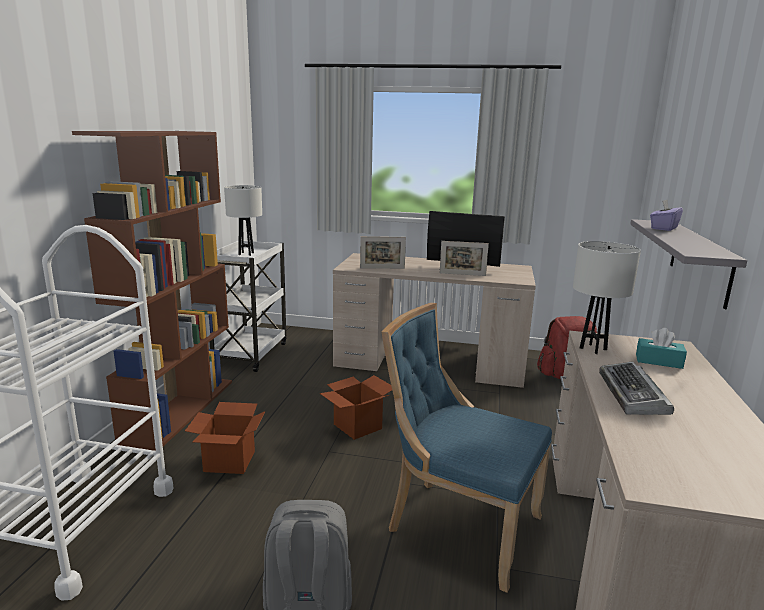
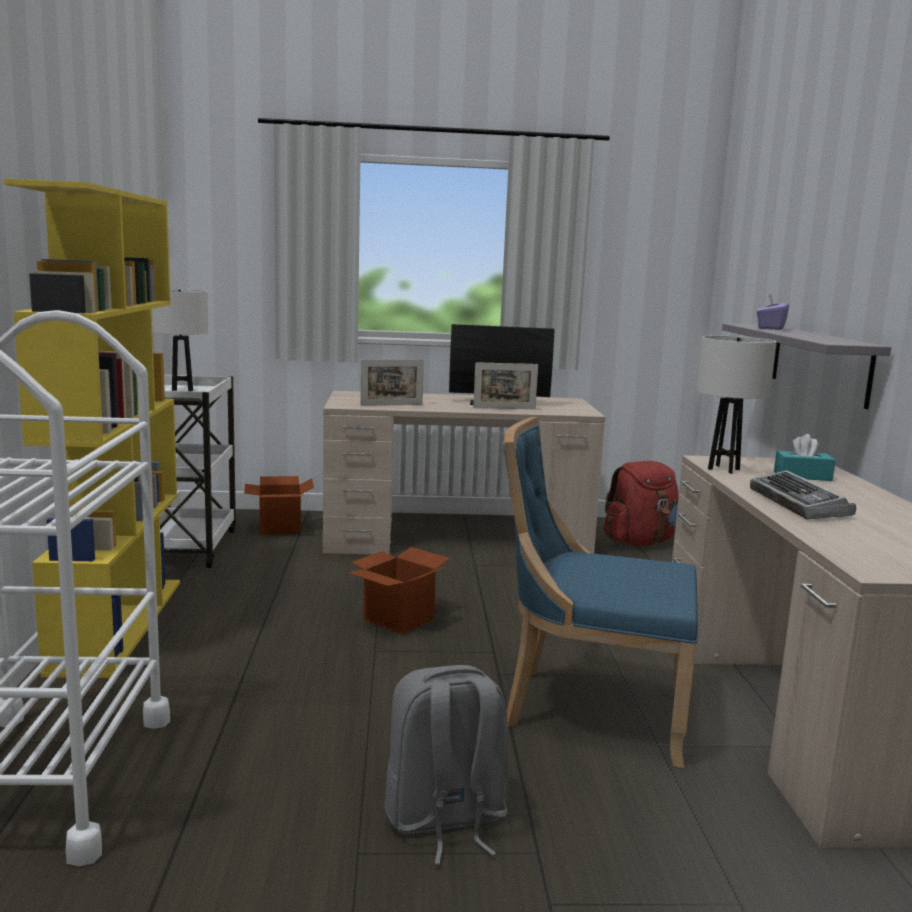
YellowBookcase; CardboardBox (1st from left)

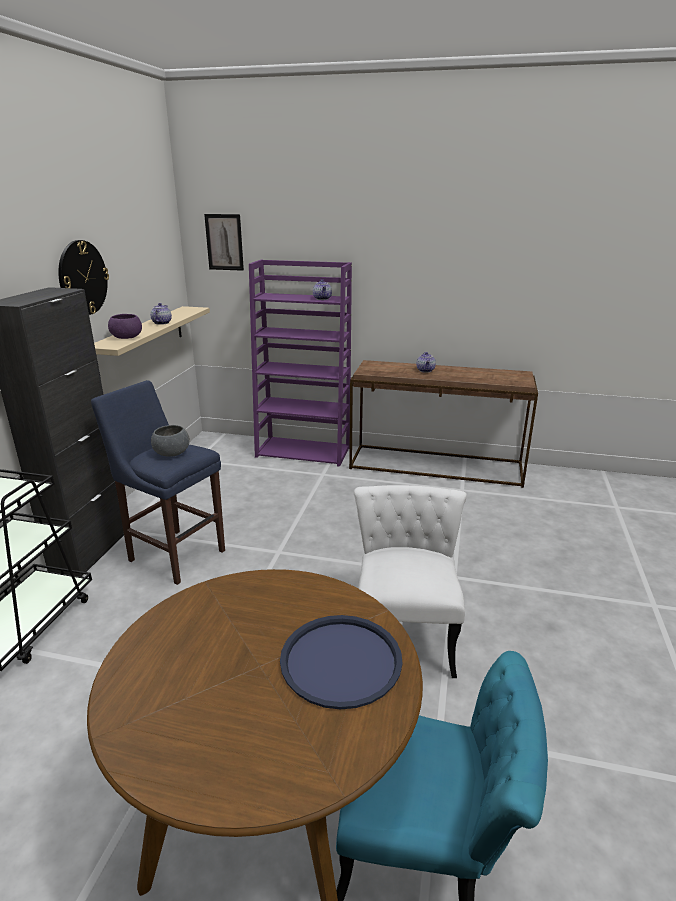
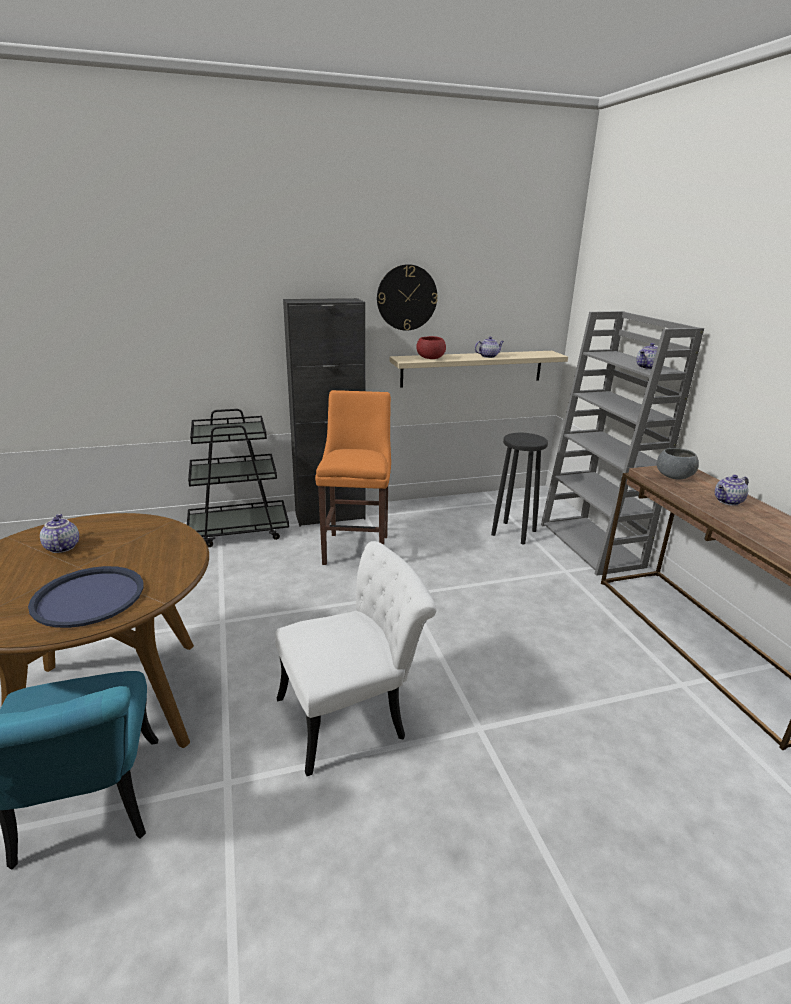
Teapot (1st from left); OrangeStool; RedBowl; BlackStool; GreyBookcase; GreyBowl; Picture

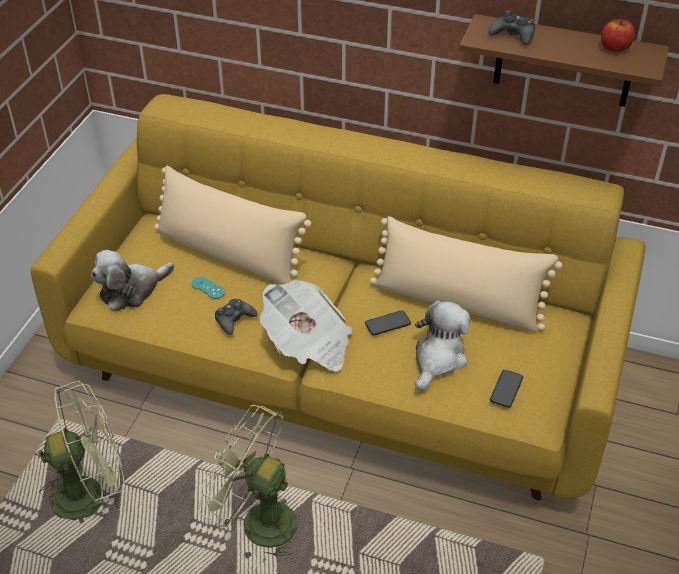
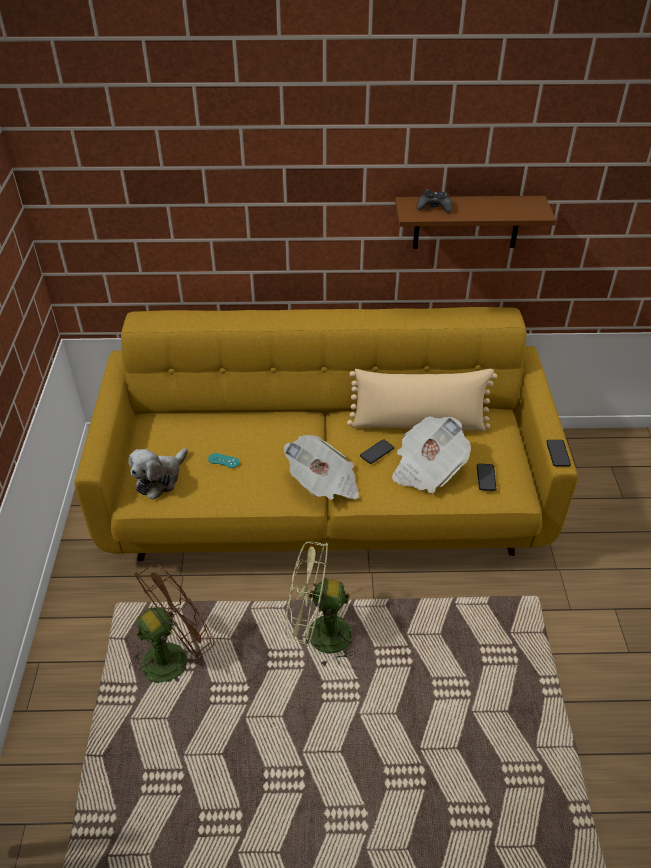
BrownFan; Newspaper (2nd from left); Phone (3rd from left); BeigePillow (1st from left in the first image); BlackGameController (1st from left in the first image); Apple

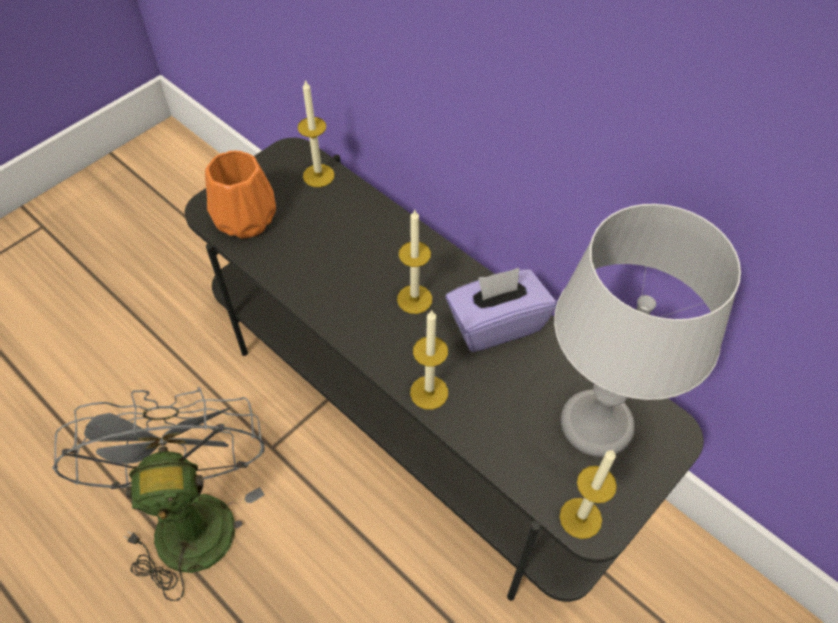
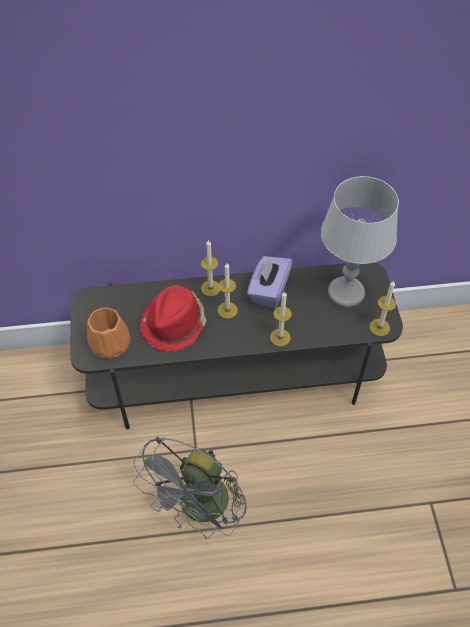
GreyFan; RedHat; Candle (1st from left)

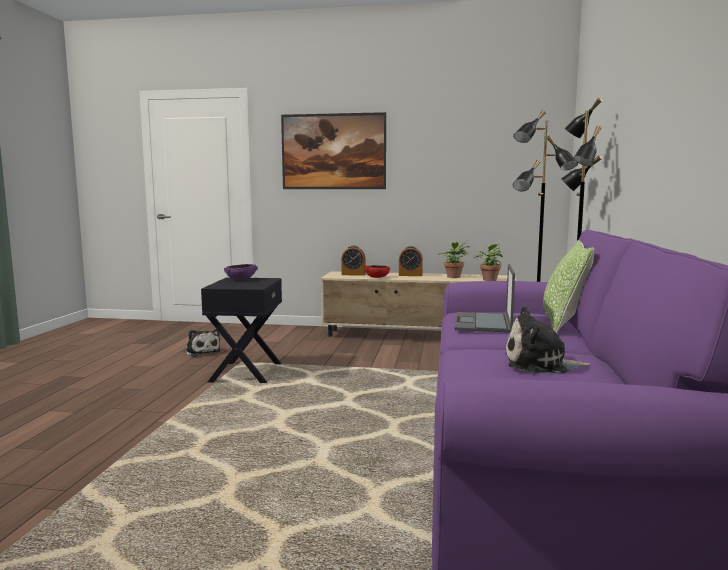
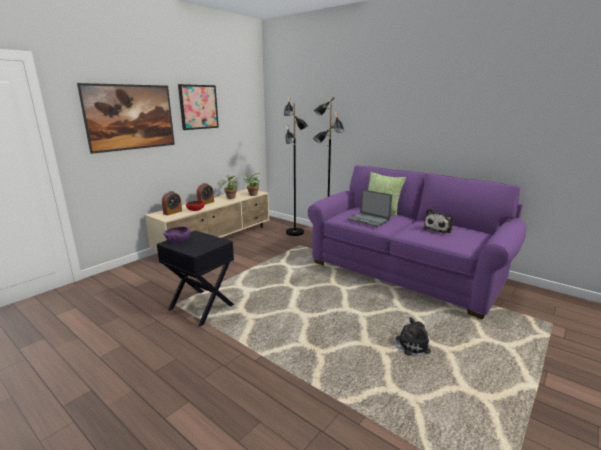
Picture (2nd from left); PlushToy (1st from left)

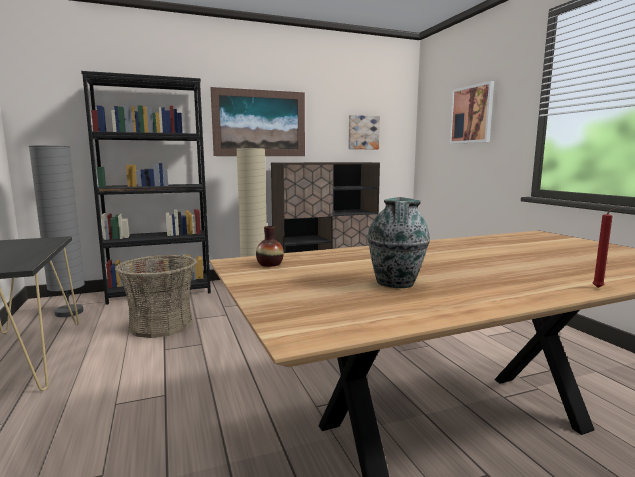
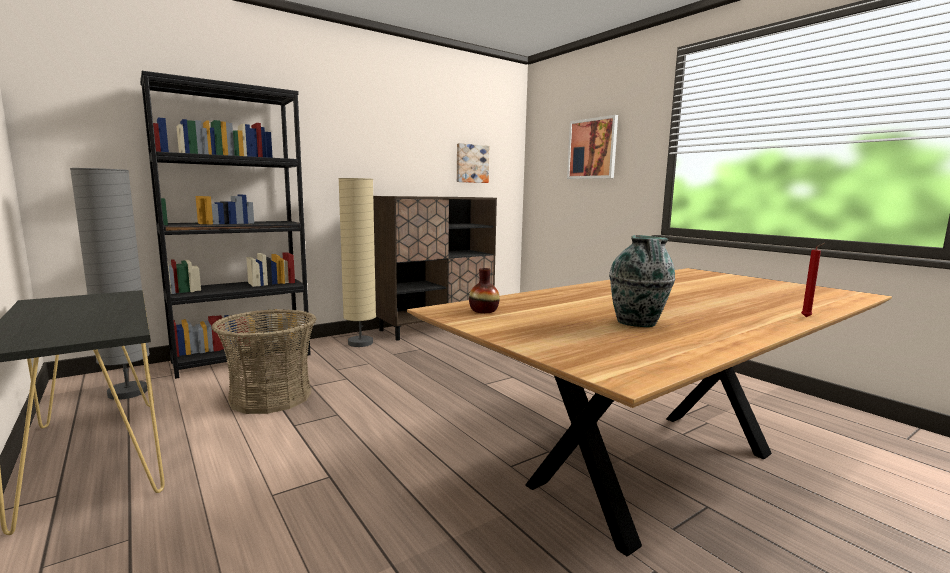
Picture (1st from left in the first image)

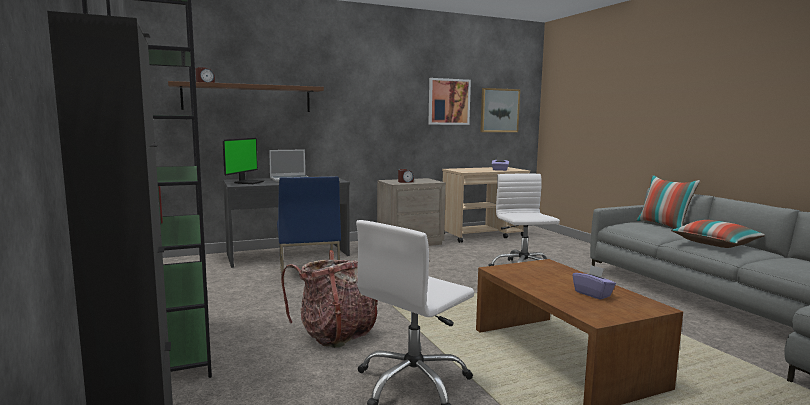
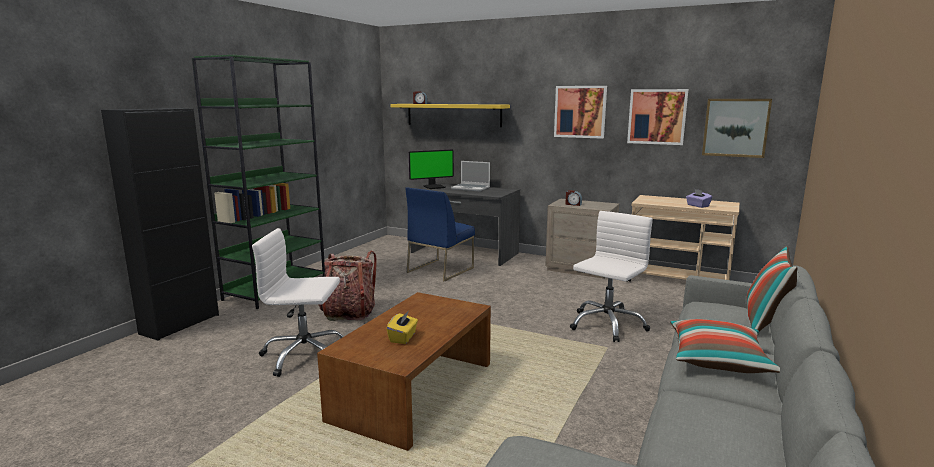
YellowTissueBox; YellowShelf; Picture (1st from left)

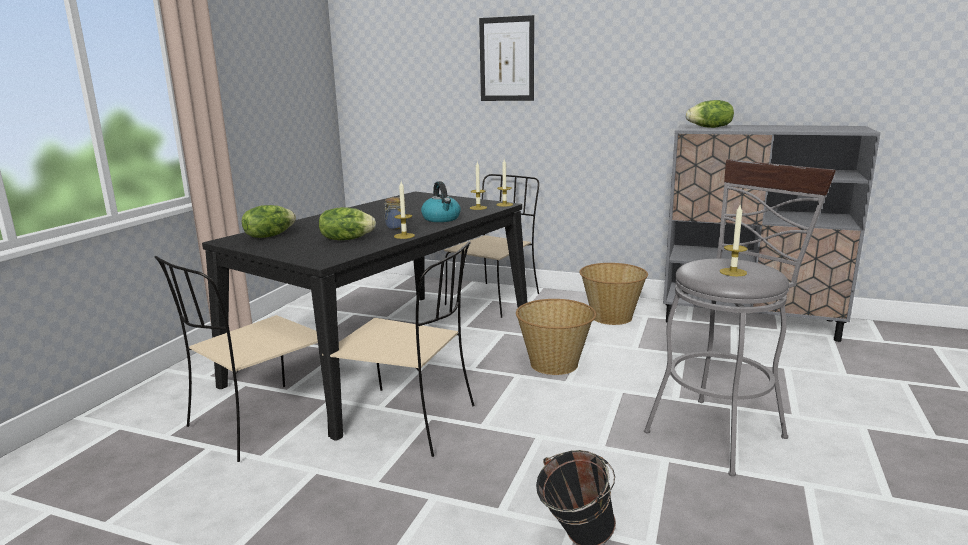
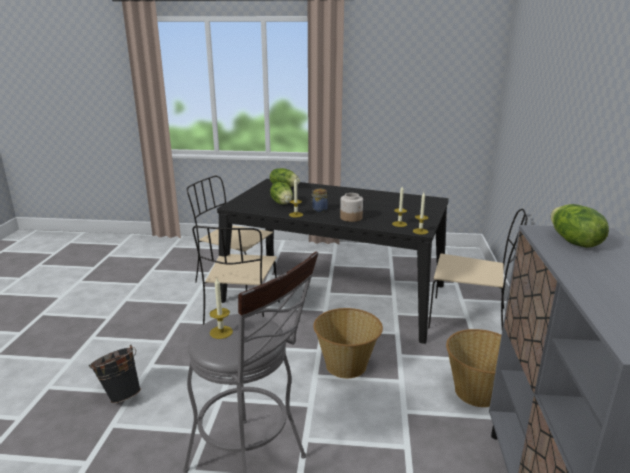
Jar (2nd from left); Picture

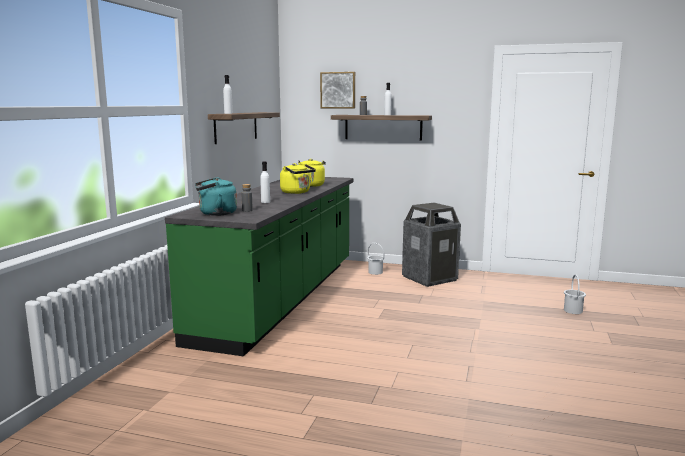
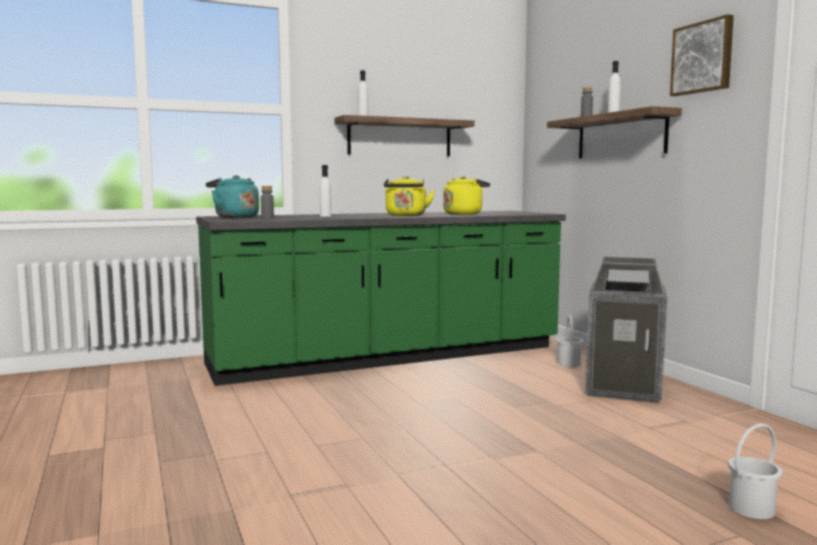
Picture

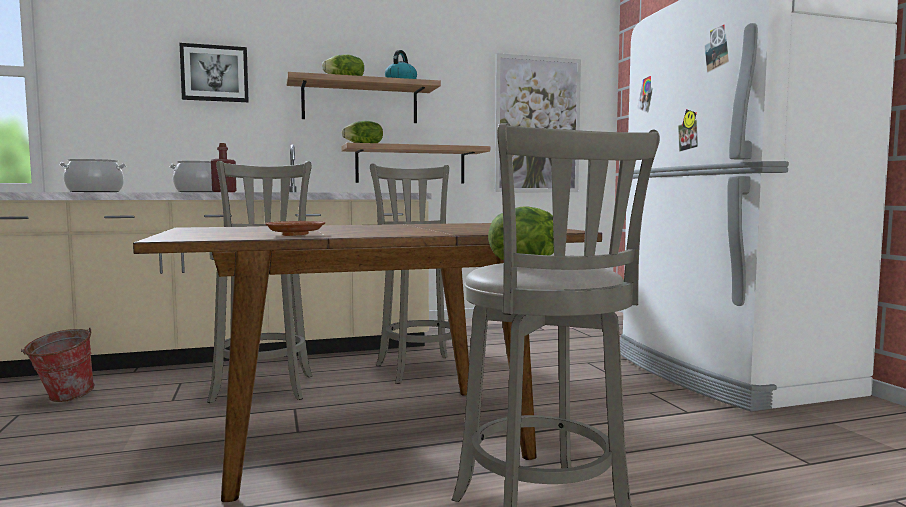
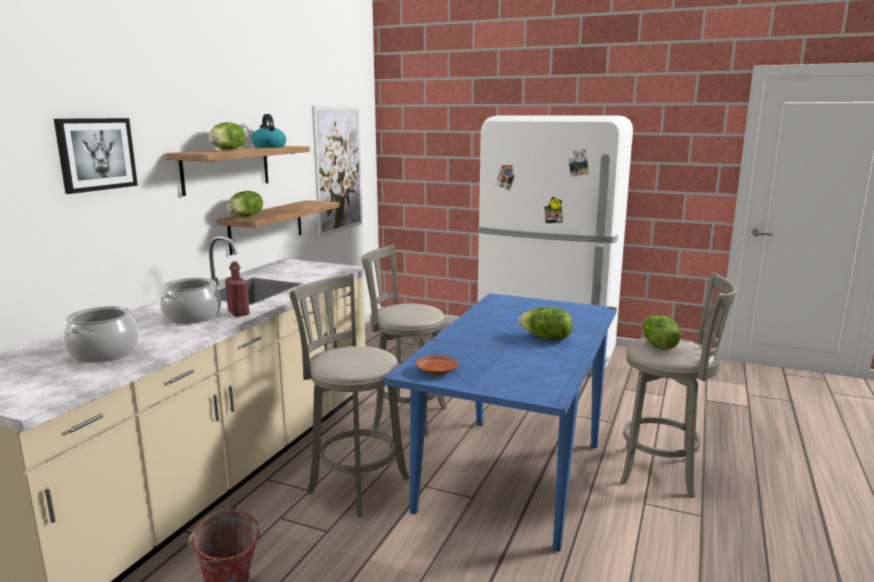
BlueDiningTable; BrownPlate; Lettuce (3rd from left)

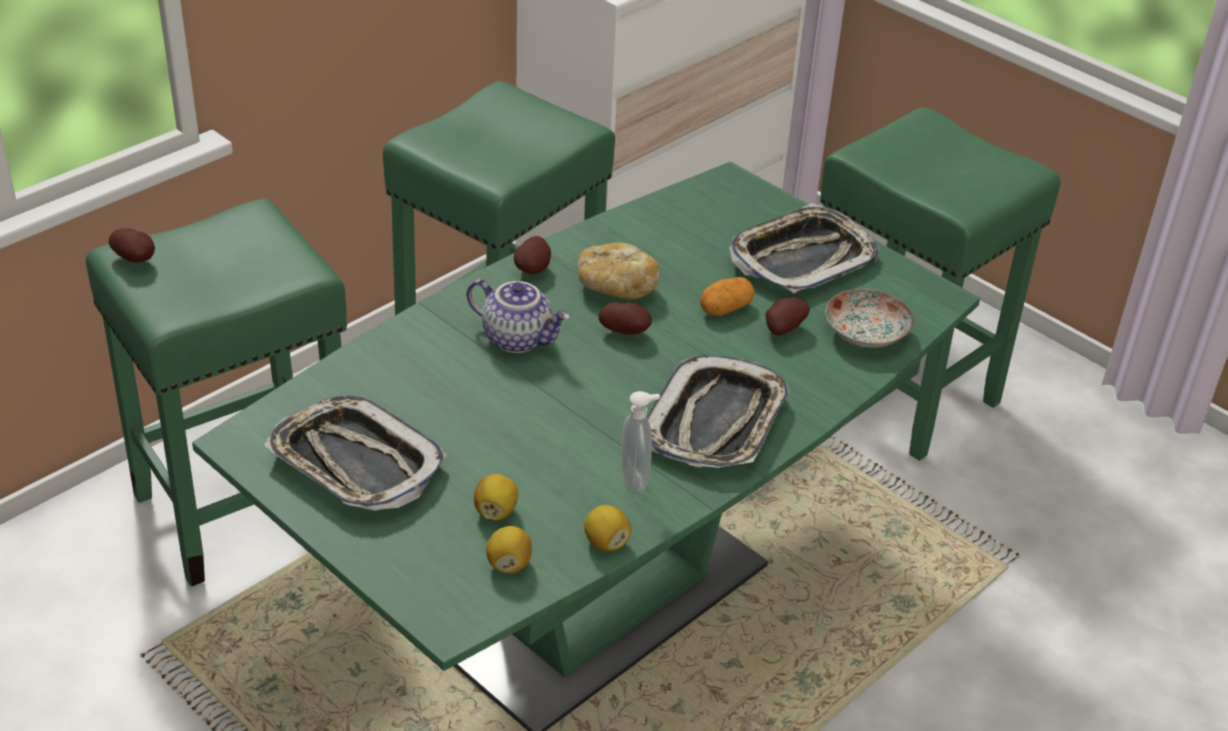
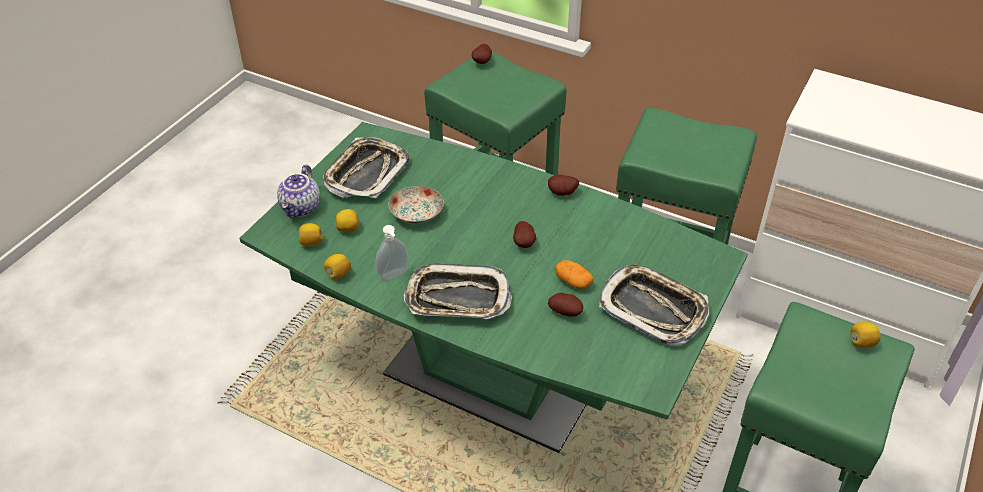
Teapot; Plate; Lemon (4th from left); Bread

